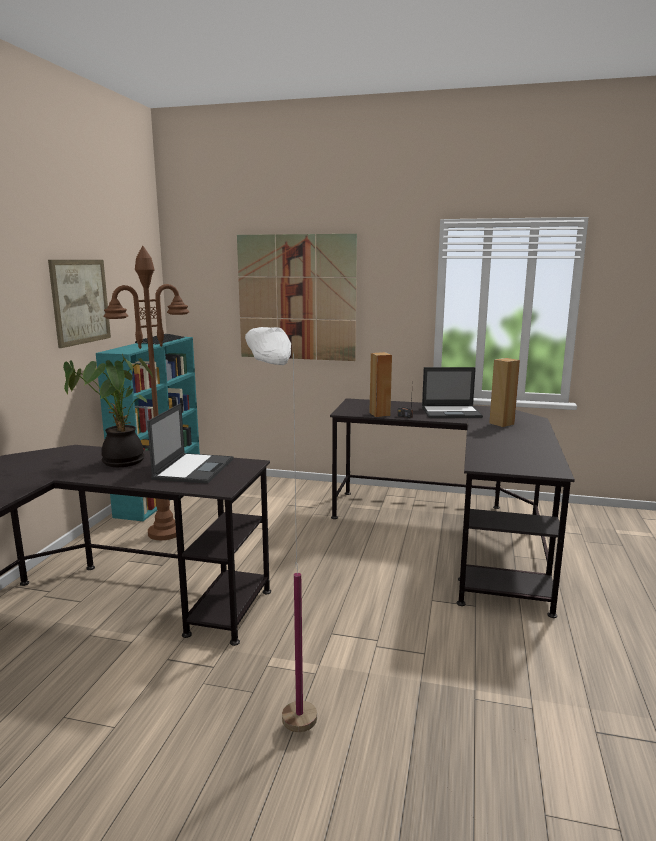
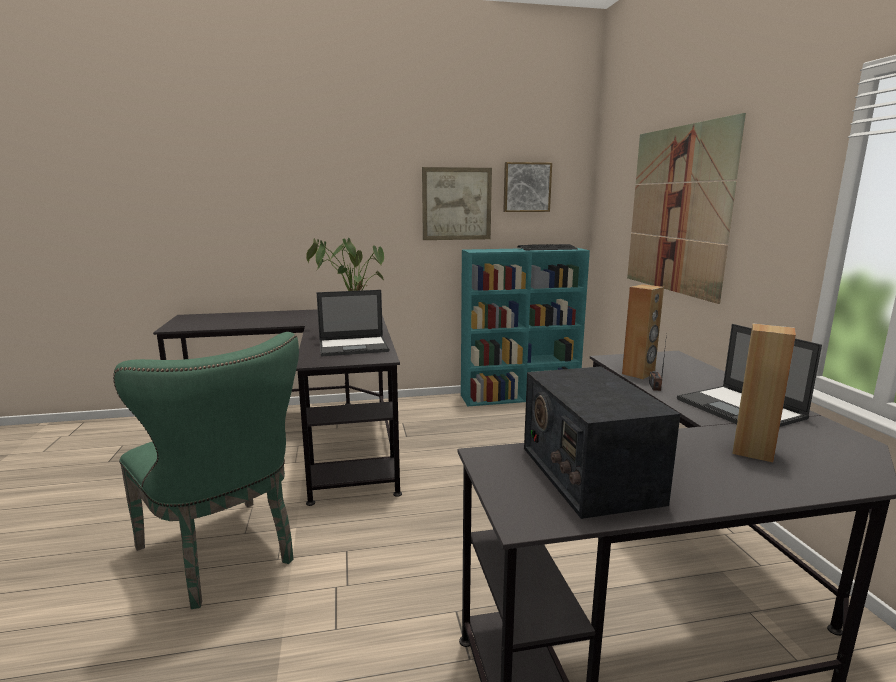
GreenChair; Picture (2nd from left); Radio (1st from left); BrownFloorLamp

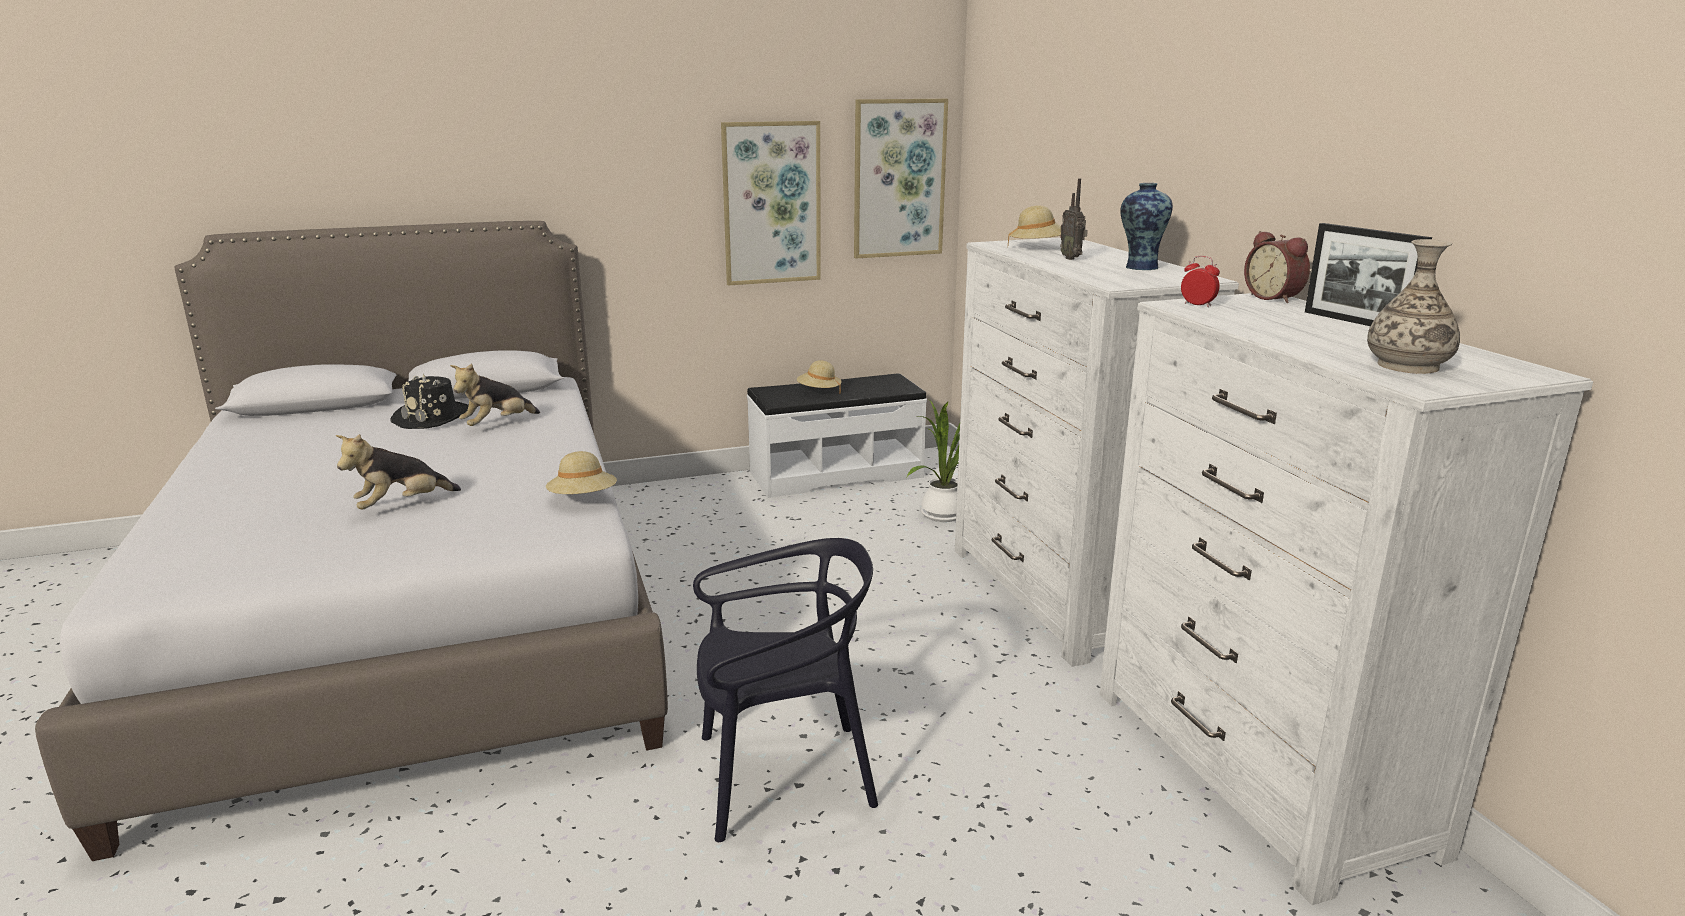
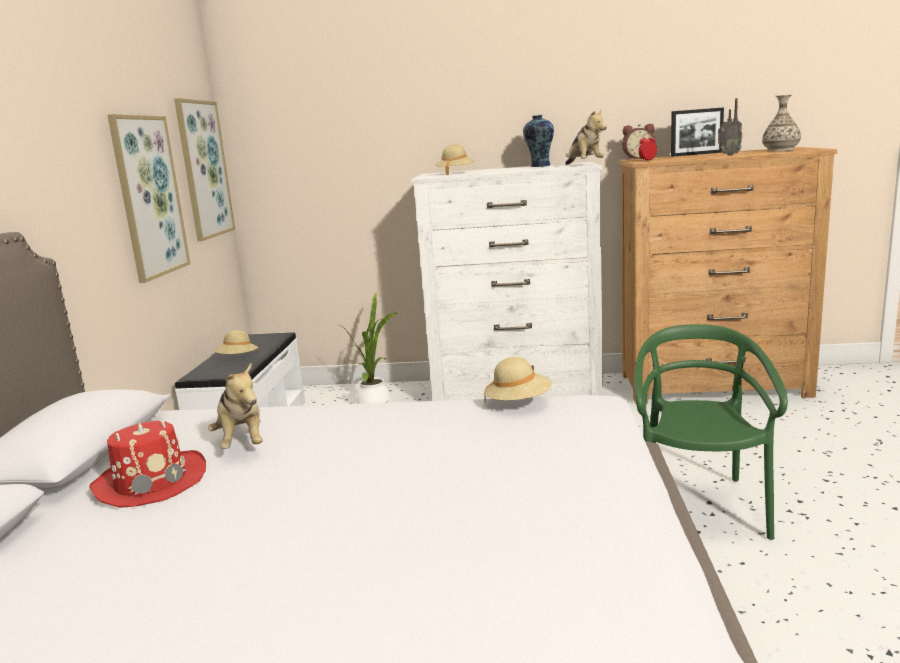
RedHat; PlushToy (2nd from left); BrownDresser; GreenChair; Radio

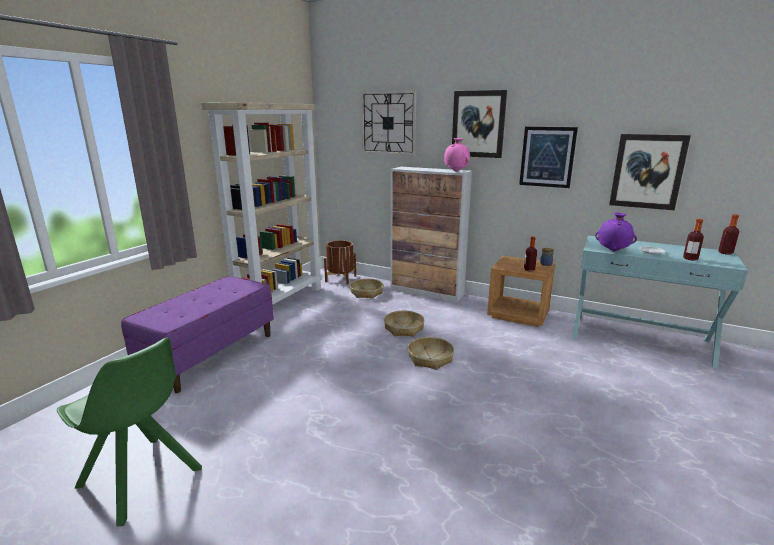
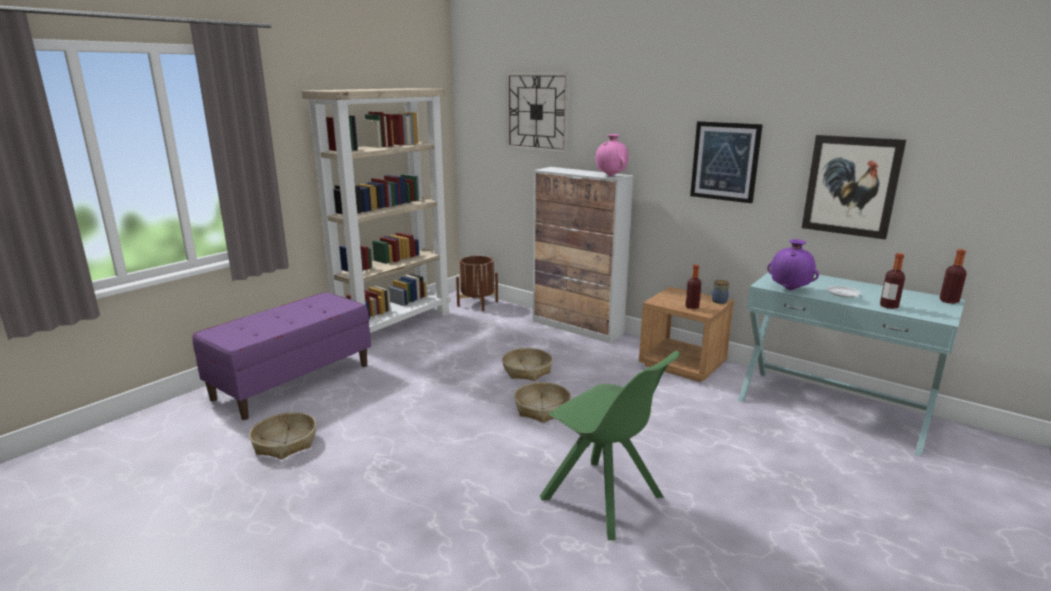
Basket (1st from left); GreenChair; Picture (1st from left in the first image)

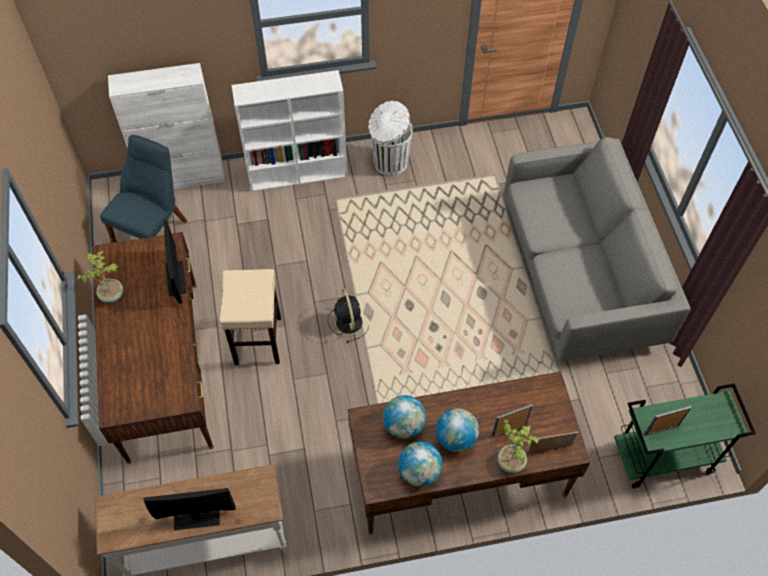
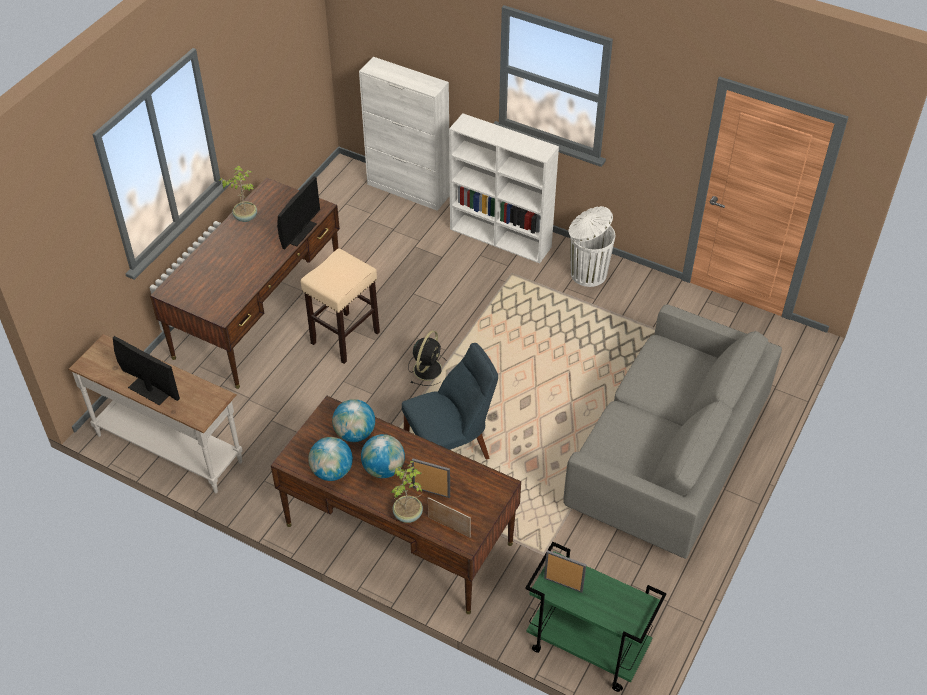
BlueChair

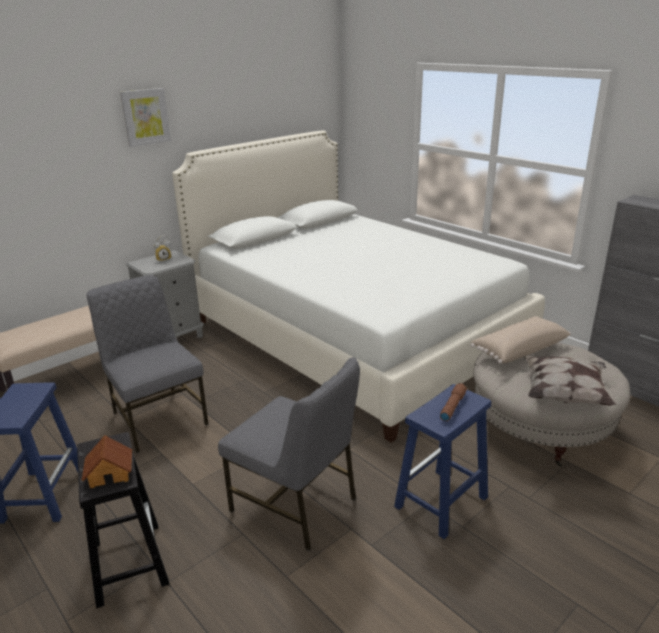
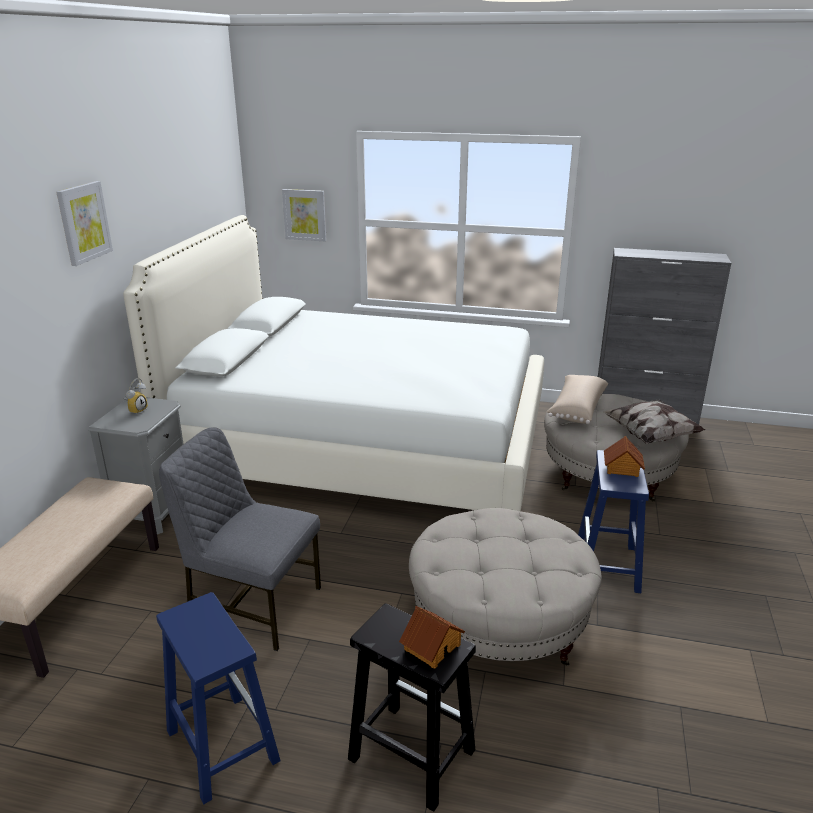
Picture (2nd from left); BeigeOttoman (1st from left); ToyHouse (2nd from left)

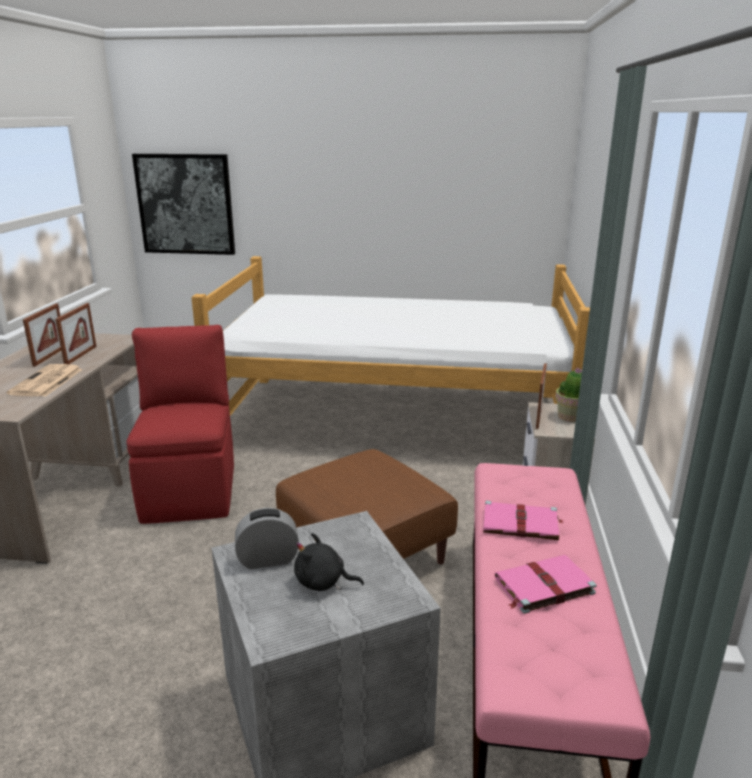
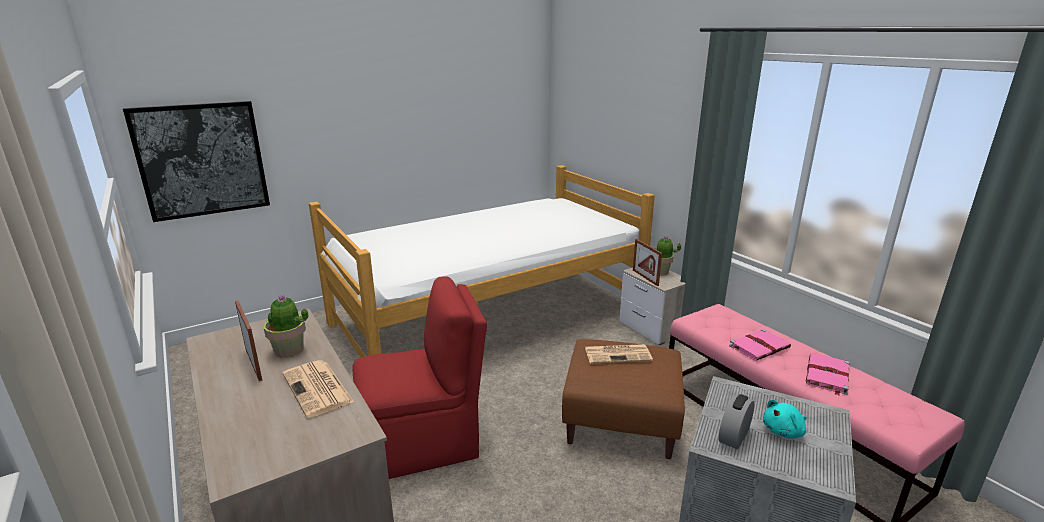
PottedPlant (1st from left); RedChair; Newspaper (2nd from left); TurquoisePlushToy

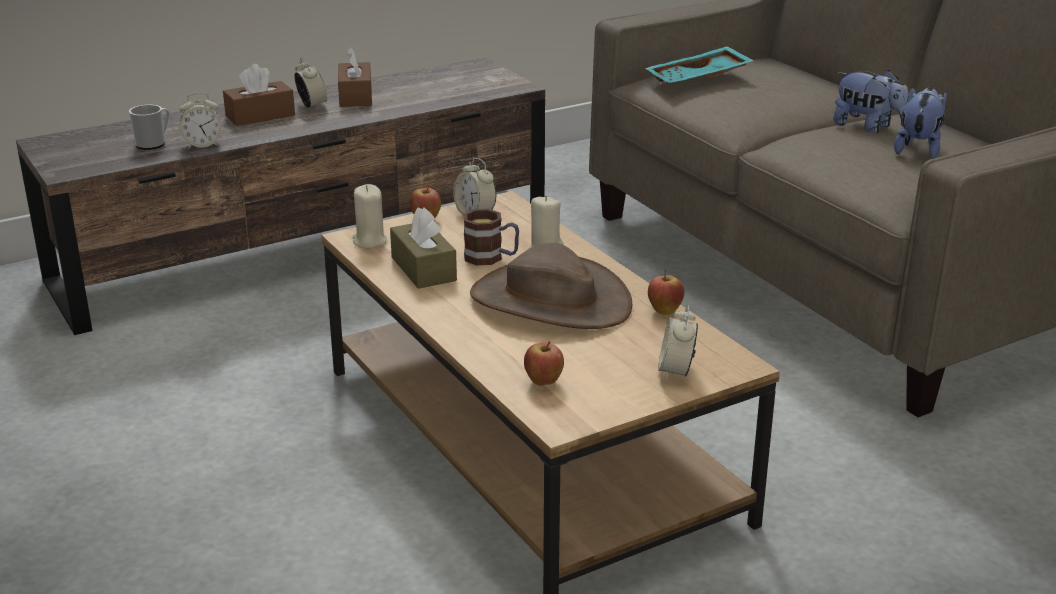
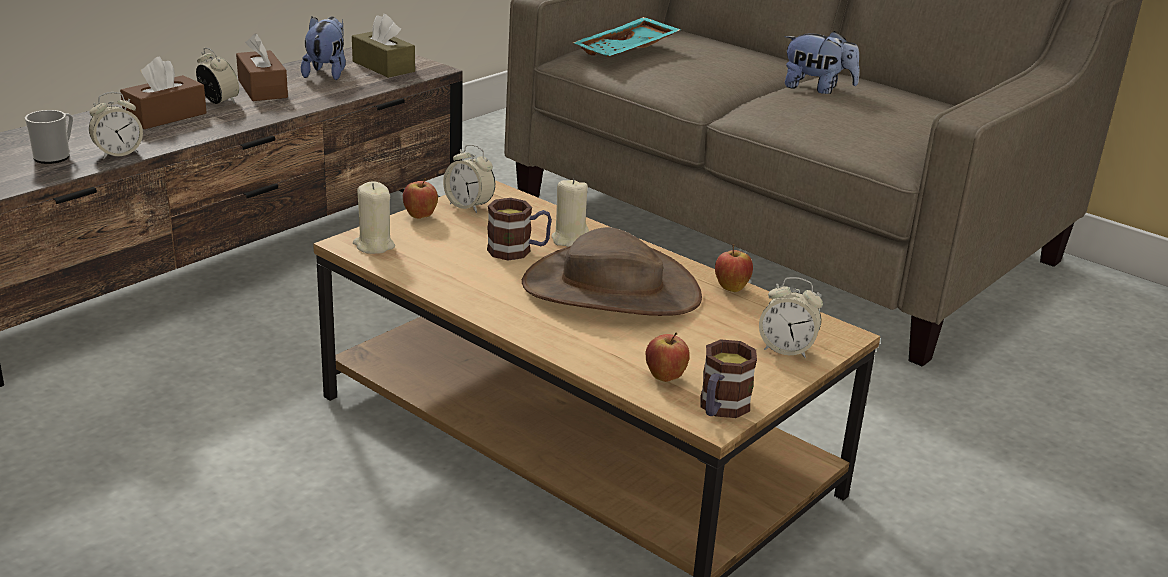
PlushToy (1st from left); BrownTissueBox (3rd from left); Mug (3rd from left); AlarmClock (4th from left)

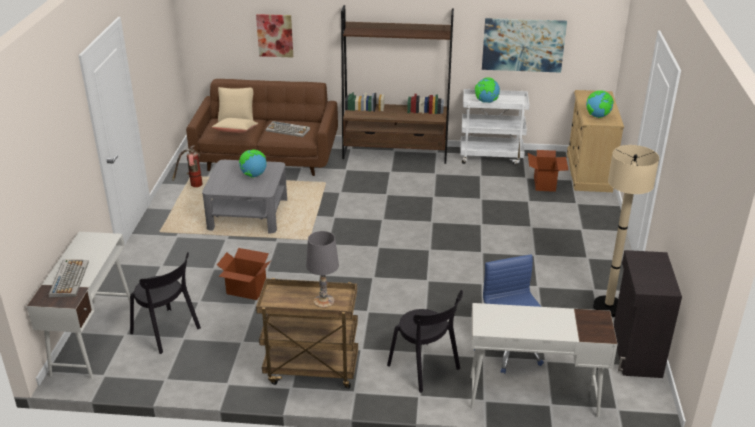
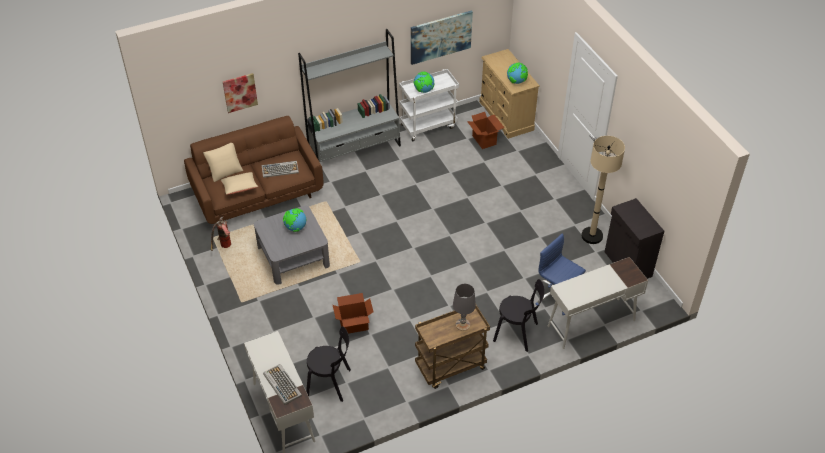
GreyBookcase

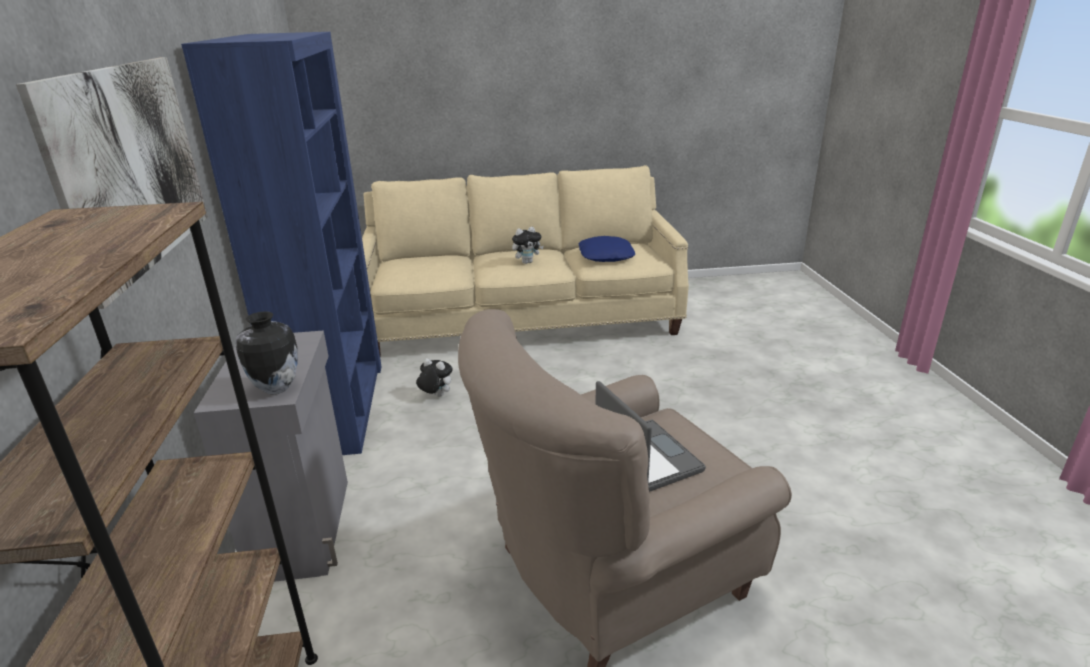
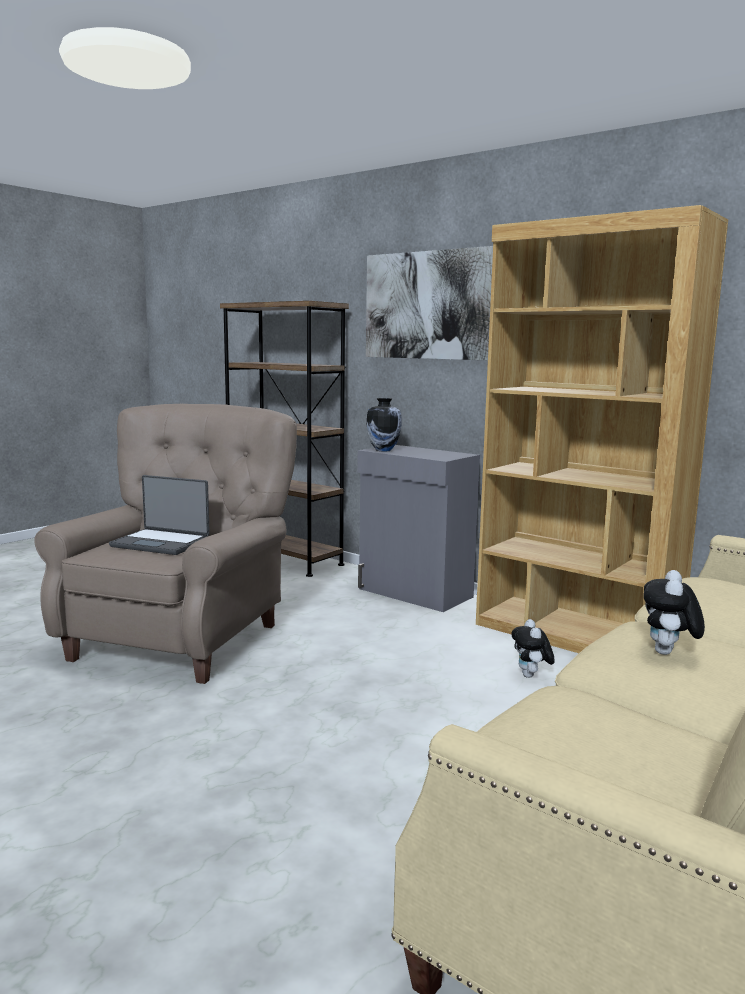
BrownBookcase (2nd from left); PlushToy (1st from left); BluePillow

